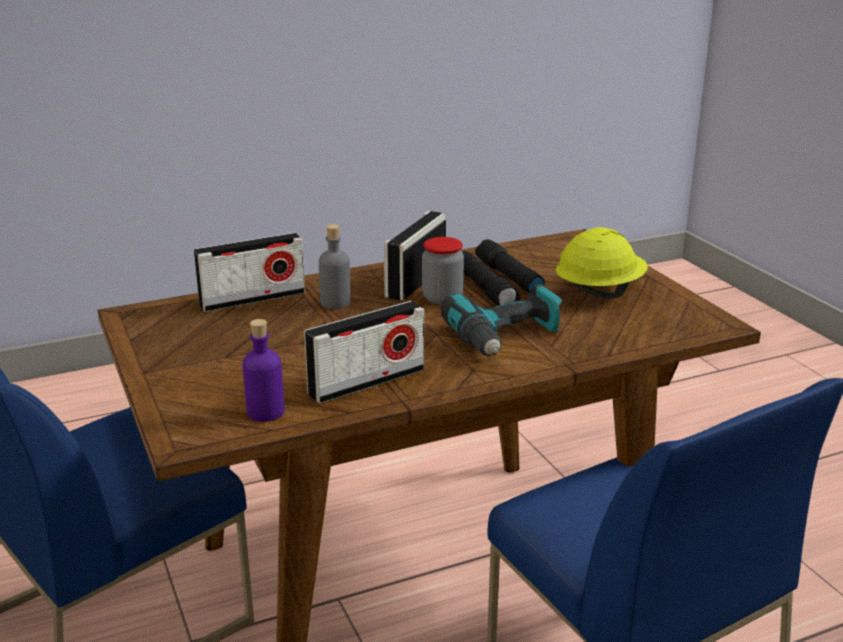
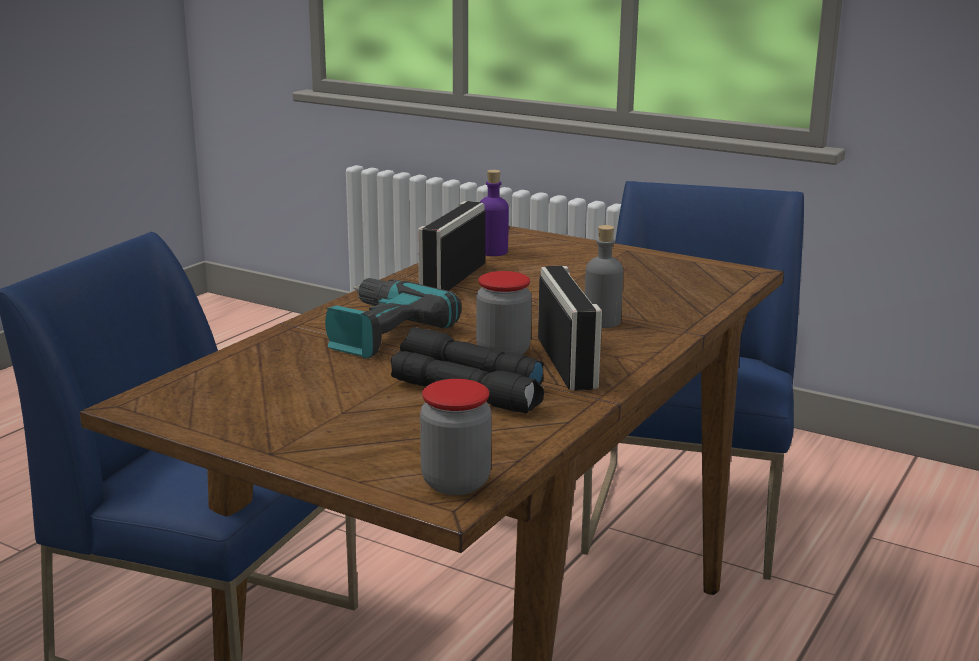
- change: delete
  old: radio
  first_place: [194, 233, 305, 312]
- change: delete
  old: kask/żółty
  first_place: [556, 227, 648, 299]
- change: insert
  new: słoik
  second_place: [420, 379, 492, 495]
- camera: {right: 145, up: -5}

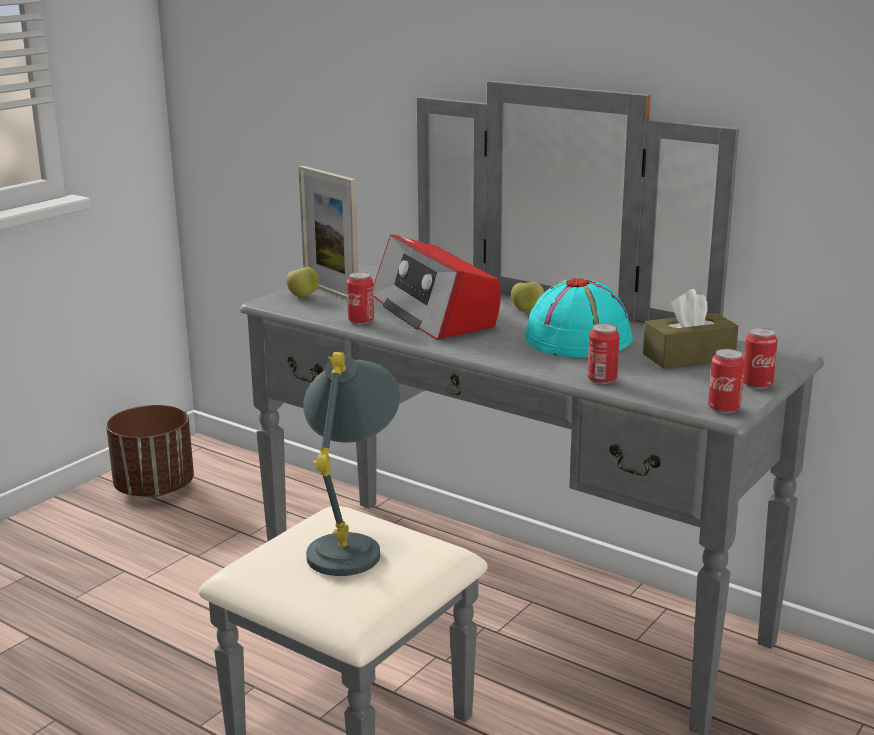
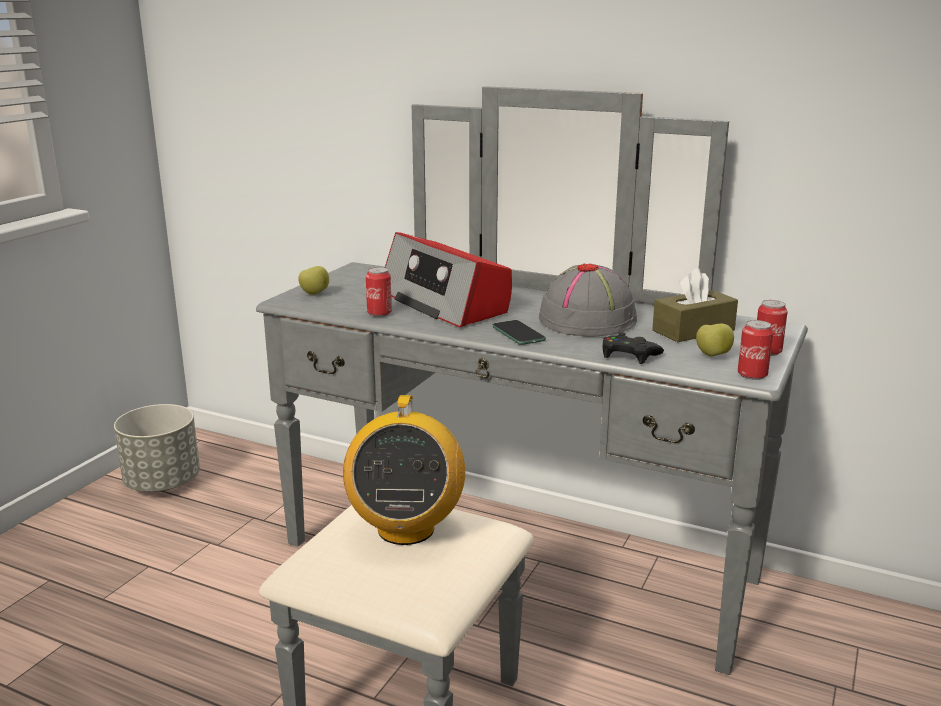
- change: recolor
  old: donica/brązowy
  new: donica/szary
  first_place: [106, 405, 194, 497]
  second_place: [114, 404, 200, 492]
- change: delete
  old: ramka na zdjęcie
  first_place: [298, 166, 359, 300]
- change: replace
  old: lampa stołowa/szary
  new: radio
  first_place: [303, 352, 400, 576]
  second_place: [343, 395, 465, 545]
- change: move
  old: jabłko
  first_place: [511, 282, 544, 312]
  second_place: [696, 324, 734, 357]
- change: recolor
  old: kapelusz/turkusowy
  new: kapelusz/szary
  first_place: [525, 278, 633, 357]
  second_place: [539, 264, 637, 336]
- change: replace
  old: puszka
  new: pad do gier/czarny
  first_place: [587, 324, 620, 384]
  second_place: [603, 332, 664, 364]
- change: insert
  new: telefon
  second_place: [492, 320, 546, 345]
- camera: {right: -10, up: 0}

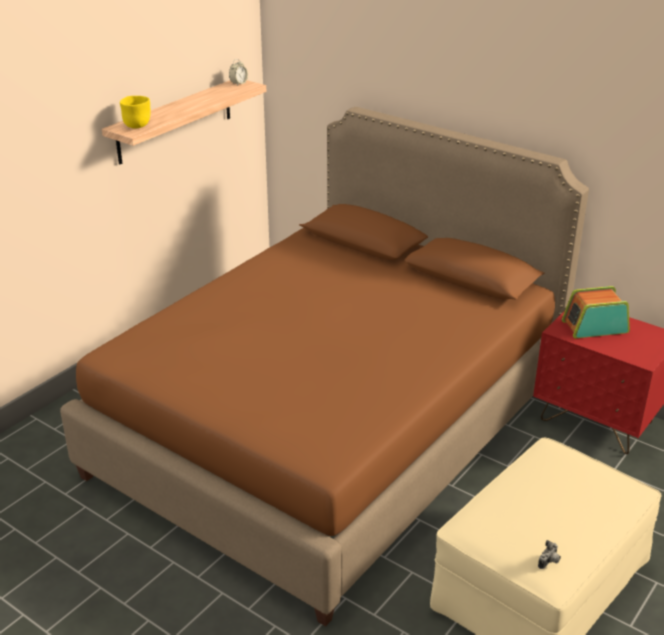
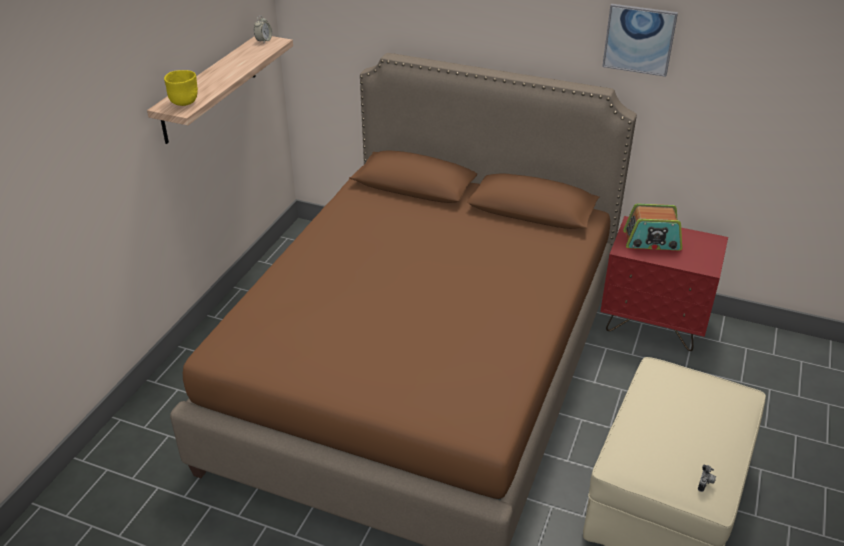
- change: rotate
  old: radio
  first_place: [562, 286, 630, 338]
  second_place: [623, 204, 682, 250]
  degrees: -150
- change: insert
  new: obraz
  second_place: [602, 4, 678, 77]
- camera: {right: -15, up: 5}

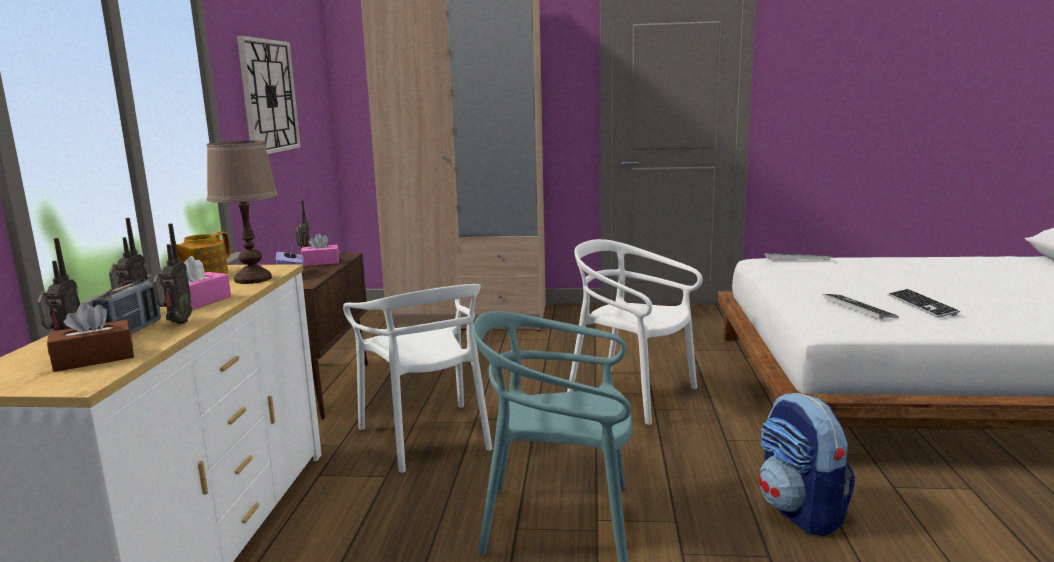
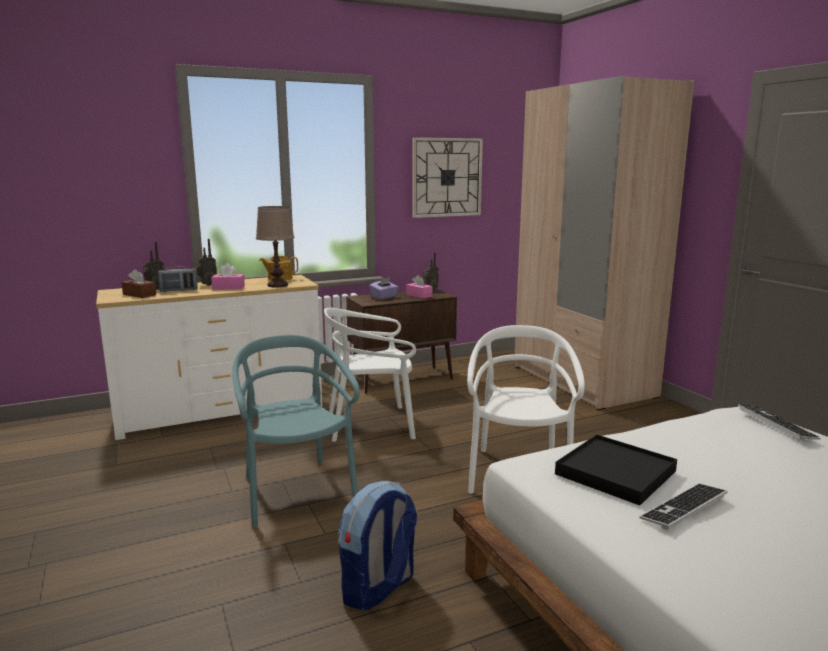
- change: delete
  old: radio
  first_place: [153, 224, 192, 324]
- change: rotate
  old: krzesło/biały
  first_place: [343, 284, 492, 473]
  second_place: [324, 308, 416, 442]
  degrees: 45
- change: replace
  old: klawiatura
  new: taca/czarny
  first_place: [823, 294, 899, 319]
  second_place: [555, 434, 677, 505]
- camera: {right: 60, up: 0}

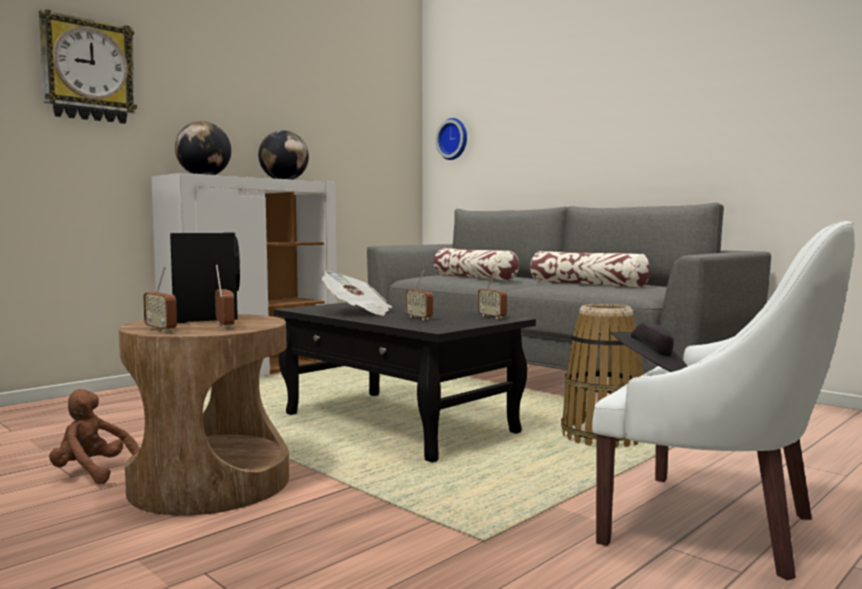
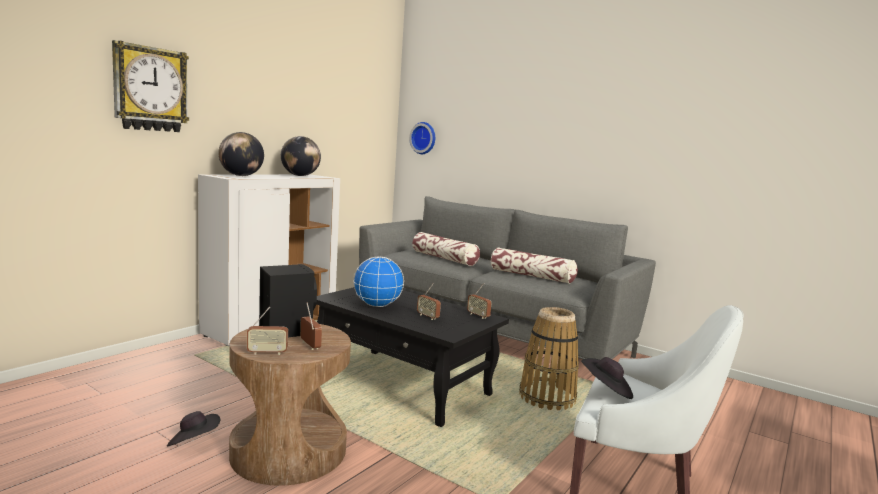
- change: replace
  old: pluszak/brązowy
  new: kapelusz/czarny
  first_place: [49, 389, 140, 484]
  second_place: [167, 411, 220, 446]
- change: rotate
  old: radio
  first_place: [143, 266, 177, 333]
  second_place: [247, 306, 288, 355]
  degrees: -45
- change: replace
  old: gazeta
  new: globus
  first_place: [321, 271, 392, 316]
  second_place: [353, 256, 404, 307]
- camera: {right: -10, up: 5}

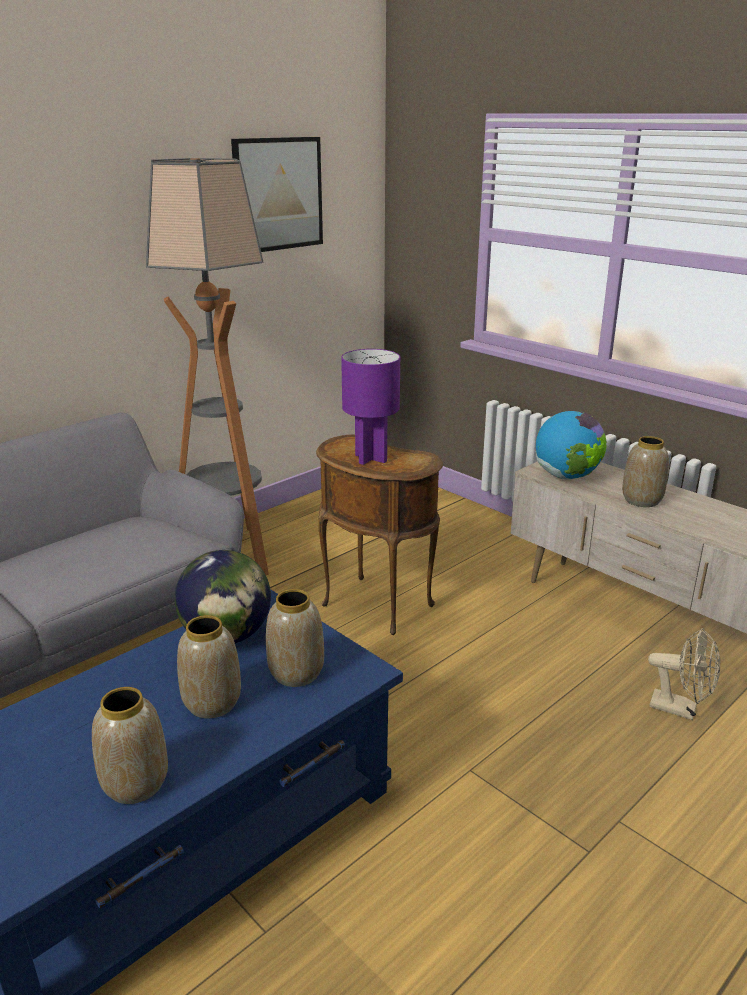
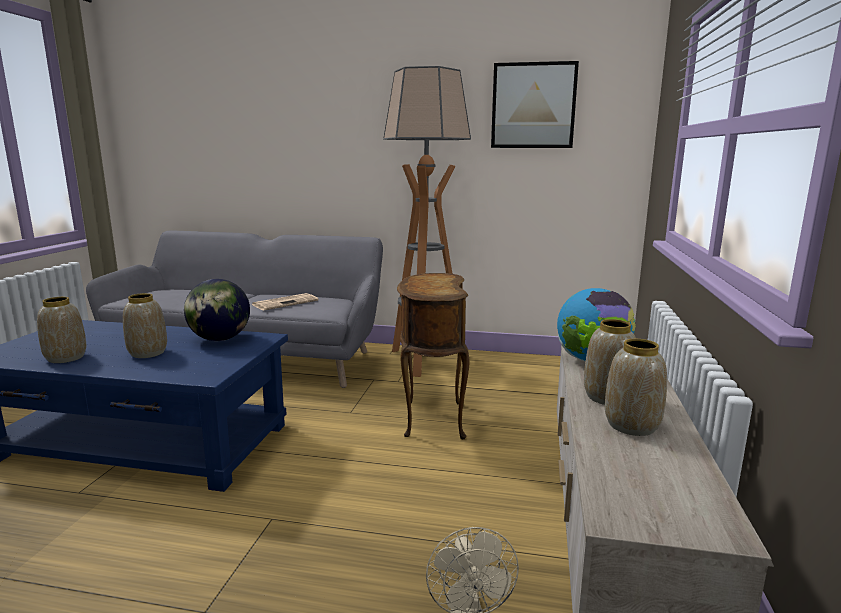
- change: move
  old: wazon
  first_place: [266, 589, 324, 687]
  second_place: [605, 339, 667, 436]
- change: delete
  old: lampa stołowa/fioletowy
  first_place: [341, 349, 400, 465]
- change: insert
  new: gazeta
  second_place: [252, 293, 318, 310]
- camera: {right: 55, up: -10}

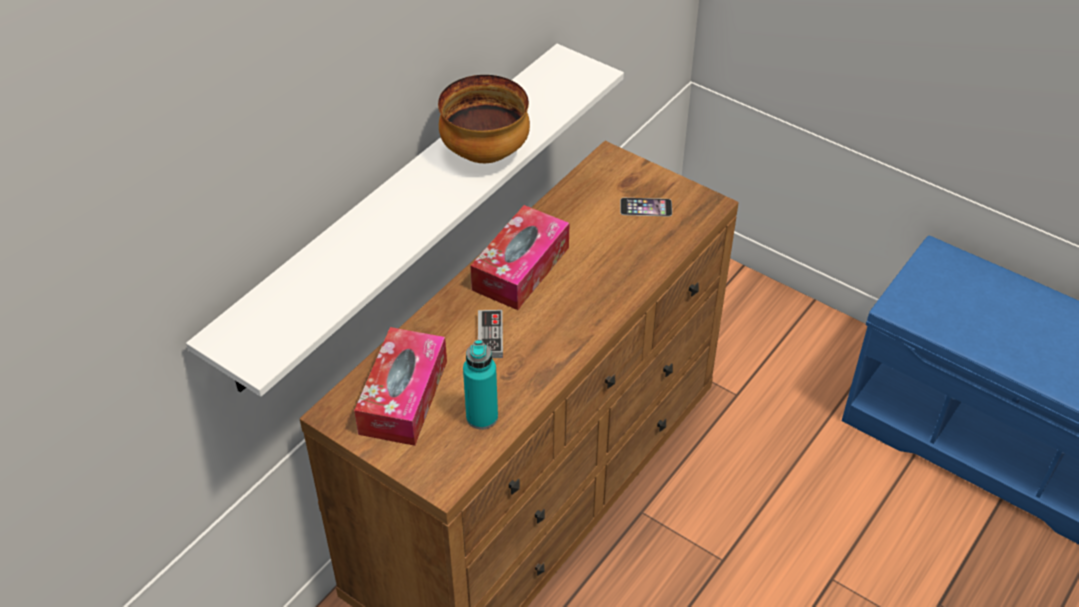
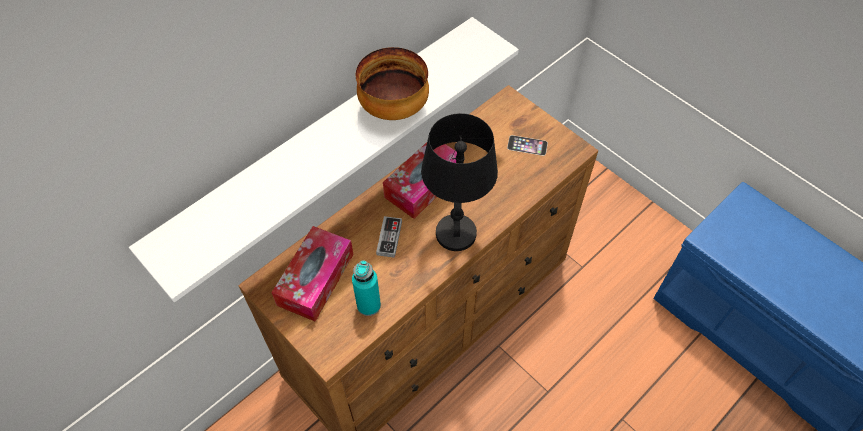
- change: insert
  new: lampa stołowa/czarny
  second_place: [421, 113, 498, 251]
- camera: {right: 10, up: 10}

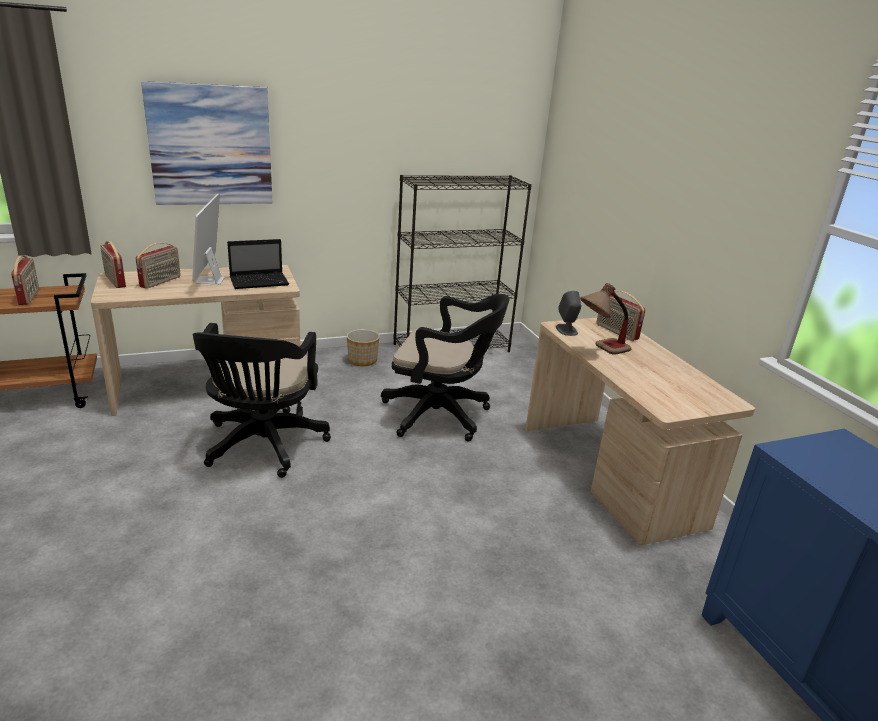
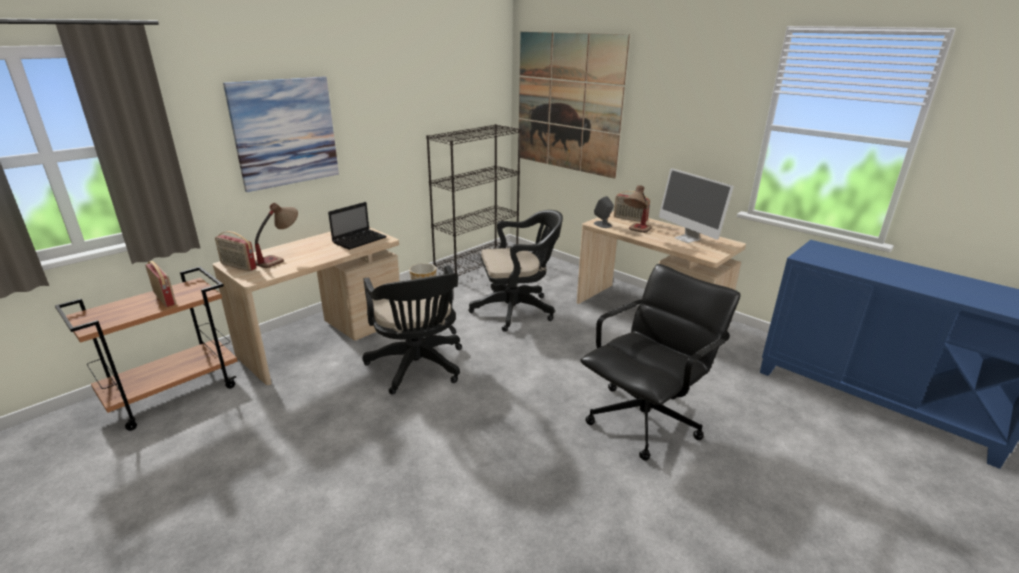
- change: replace
  old: radio
  new: lampa stołowa
  first_place: [135, 243, 181, 289]
  second_place: [255, 203, 298, 268]
- change: move
  old: monitor
  first_place: [192, 193, 225, 284]
  second_place: [659, 168, 734, 243]
- change: insert
  new: obraz
  second_place: [519, 32, 630, 179]
- change: insert
  new: krzesło biurowe/czarny
  second_place: [580, 264, 741, 461]
- camera: {right: -25, up: 0}

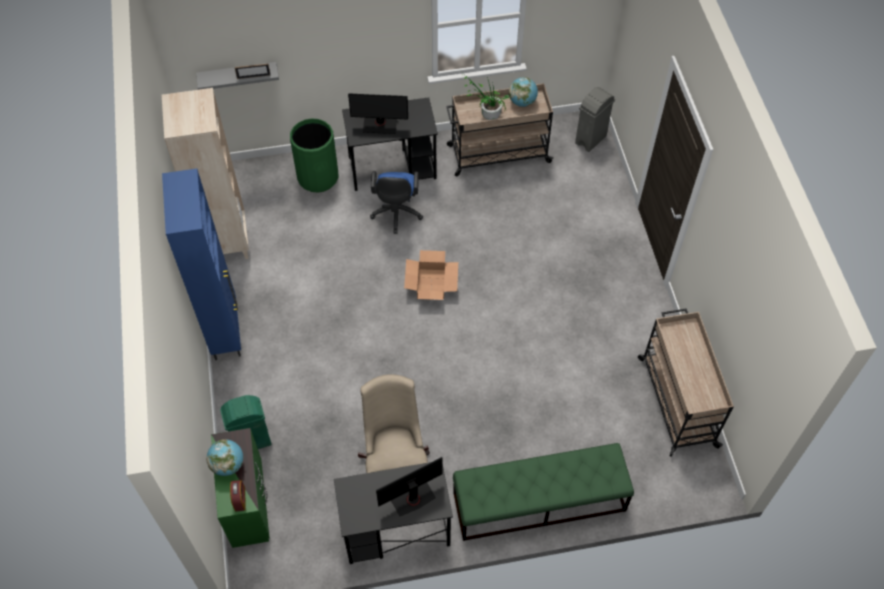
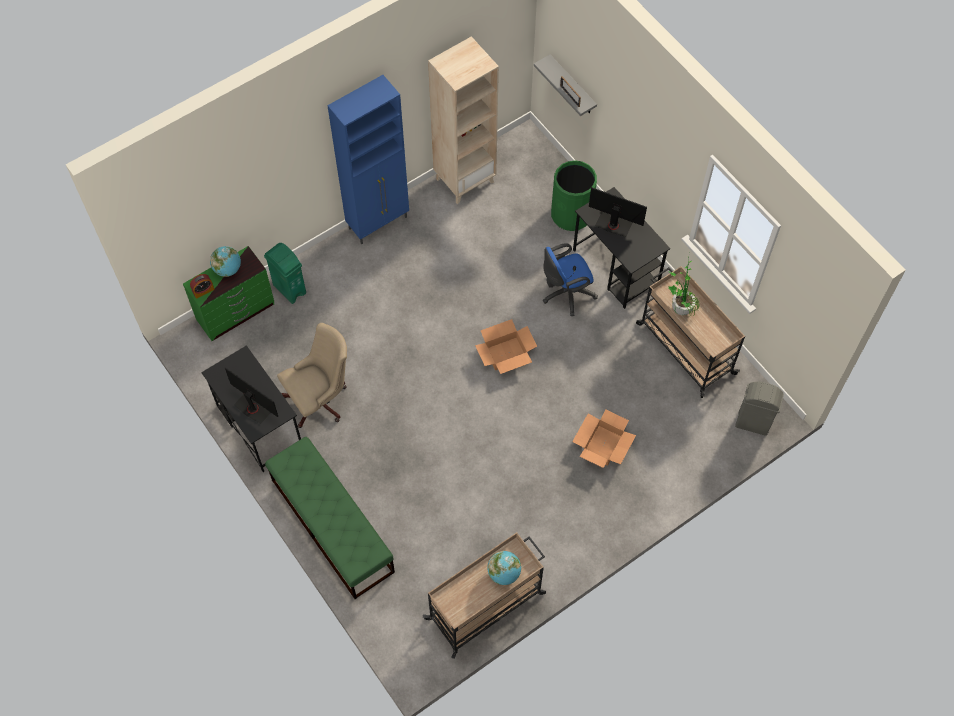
- change: rotate
  old: monitor
  first_place: [348, 93, 408, 134]
  second_place: [589, 187, 647, 237]
  degrees: 135
- change: move
  old: globus
  first_place: [509, 77, 538, 107]
  second_place: [487, 551, 521, 585]
- change: insert
  new: karton
  second_place: [572, 410, 636, 468]
- camera: {right: 65, up: 5}

